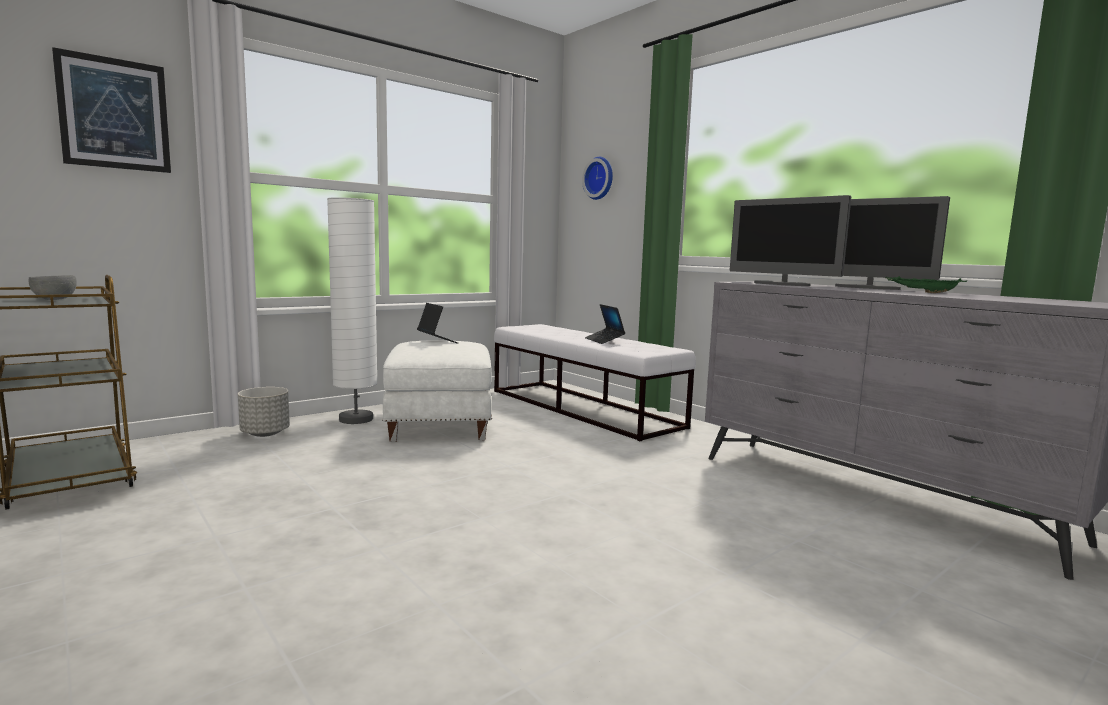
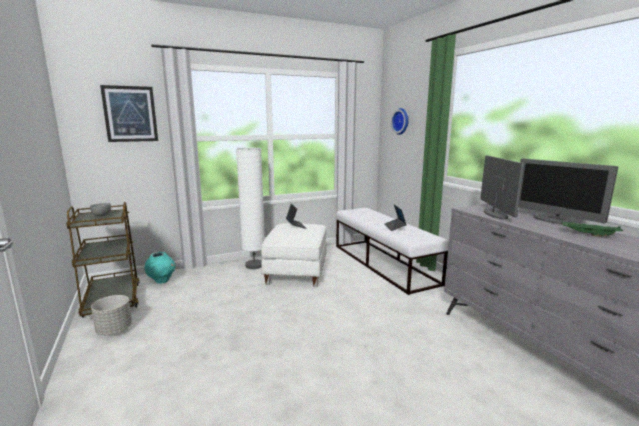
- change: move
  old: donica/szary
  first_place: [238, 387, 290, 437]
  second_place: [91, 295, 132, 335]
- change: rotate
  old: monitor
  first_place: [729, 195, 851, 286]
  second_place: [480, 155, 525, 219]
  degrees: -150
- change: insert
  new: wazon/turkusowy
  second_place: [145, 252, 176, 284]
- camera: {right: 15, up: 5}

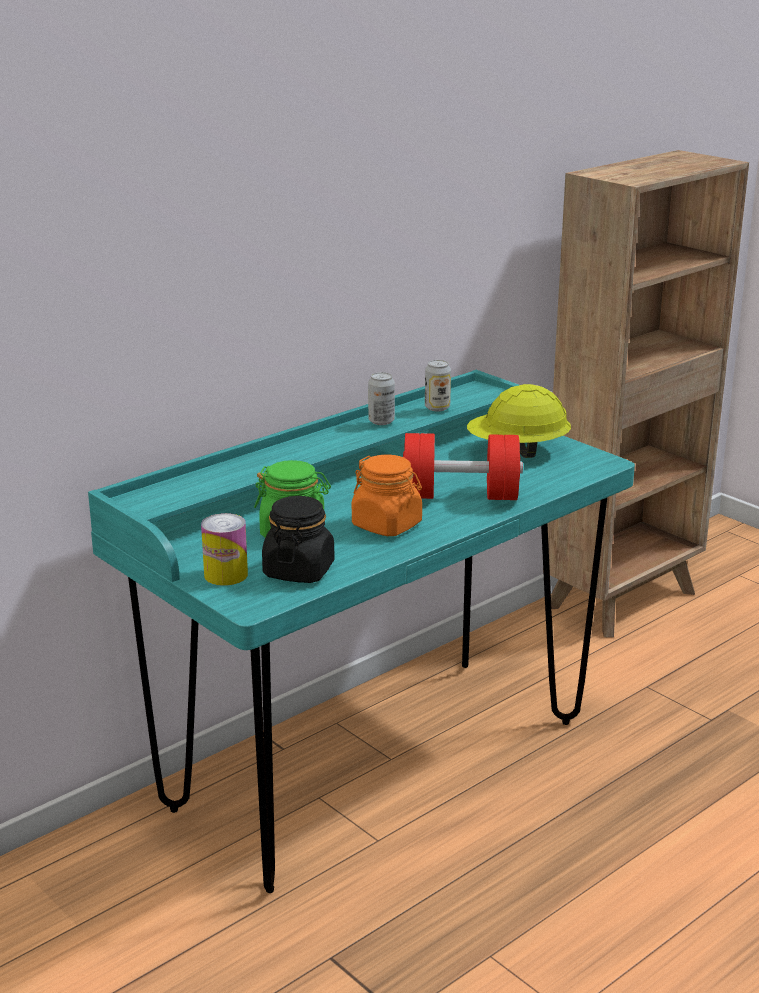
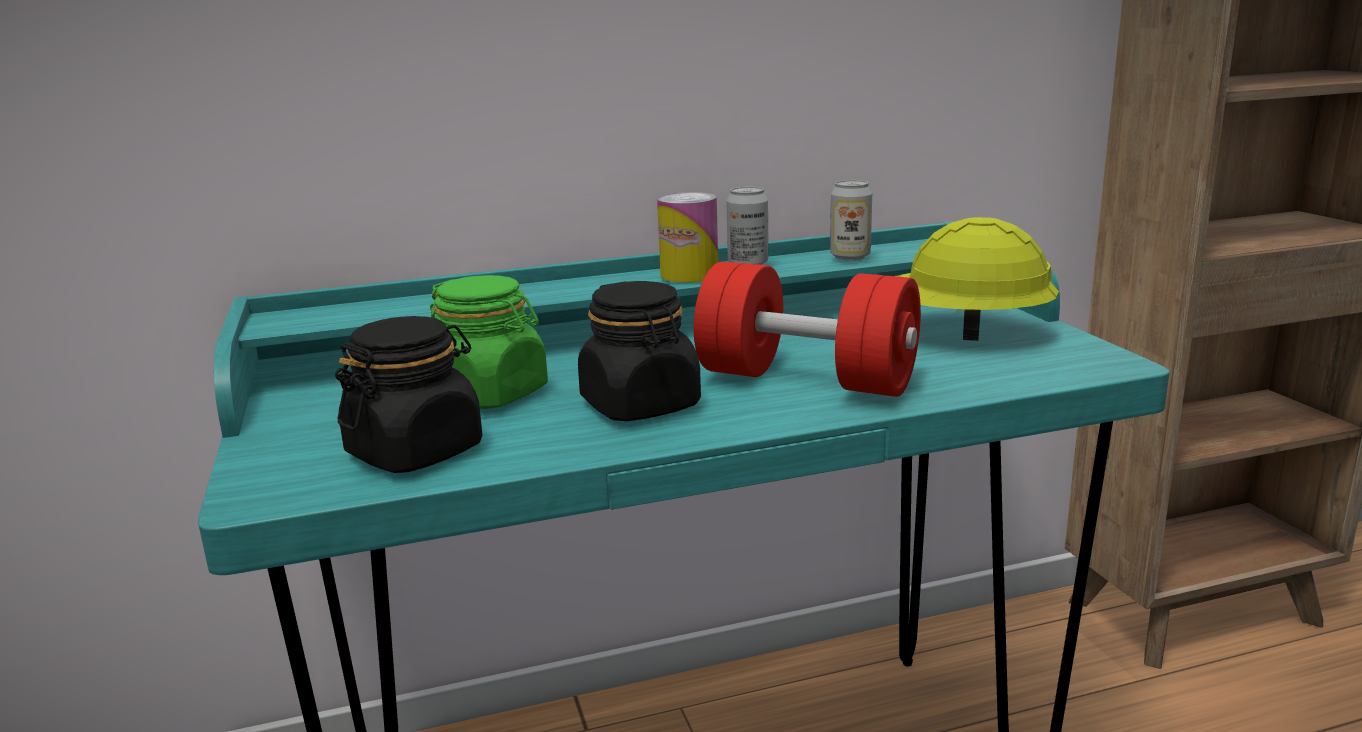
- change: move
  old: puszka
  first_place: [201, 513, 248, 586]
  second_place: [657, 192, 718, 283]
- change: recolor
  old: słoik/pomarańczowy
  new: słoik/czarny
  first_place: [352, 455, 422, 536]
  second_place: [578, 281, 701, 421]
- camera: {right: 25, up: -5}

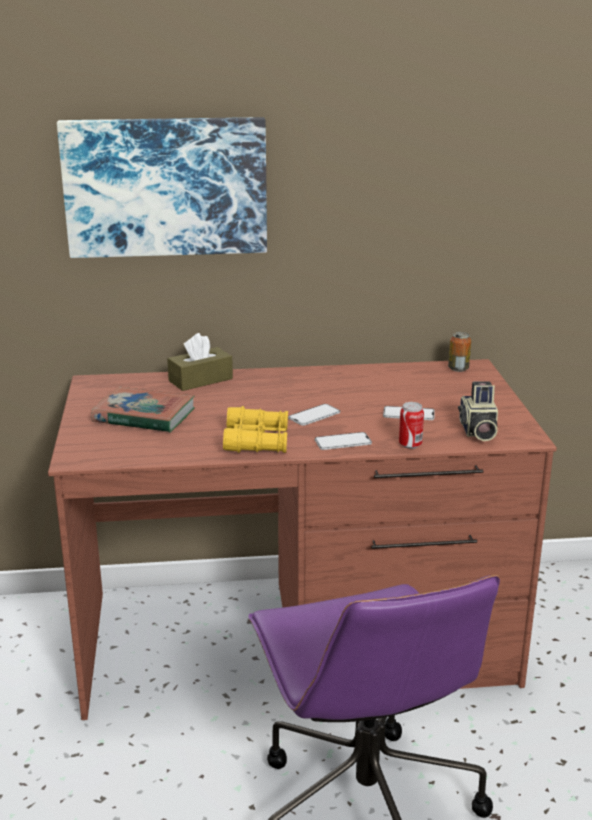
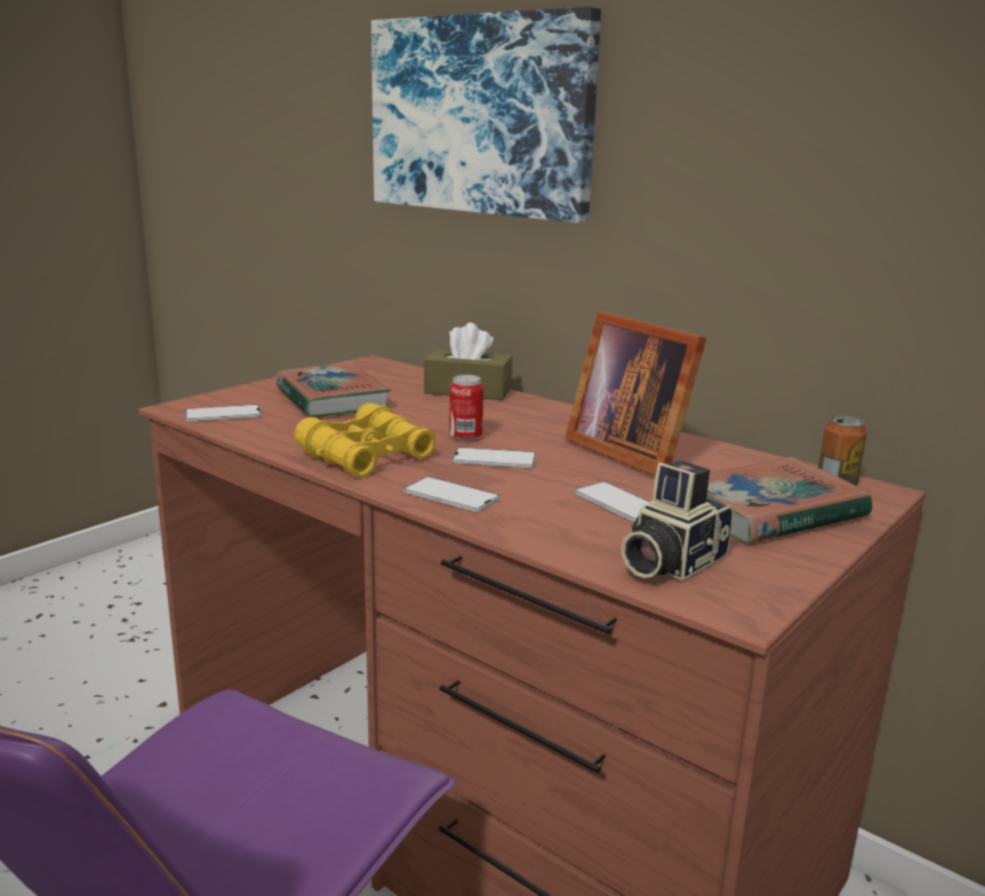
- change: move
  old: puszka
  first_place: [399, 402, 424, 449]
  second_place: [449, 375, 484, 442]
- change: insert
  new: telefon
  second_place: [185, 404, 262, 422]
- change: insert
  new: ramka na zdjęcie
  second_place: [565, 310, 707, 476]
- change: insert
  new: książka
  second_place: [707, 457, 872, 543]
- camera: {right: 45, up: -5}

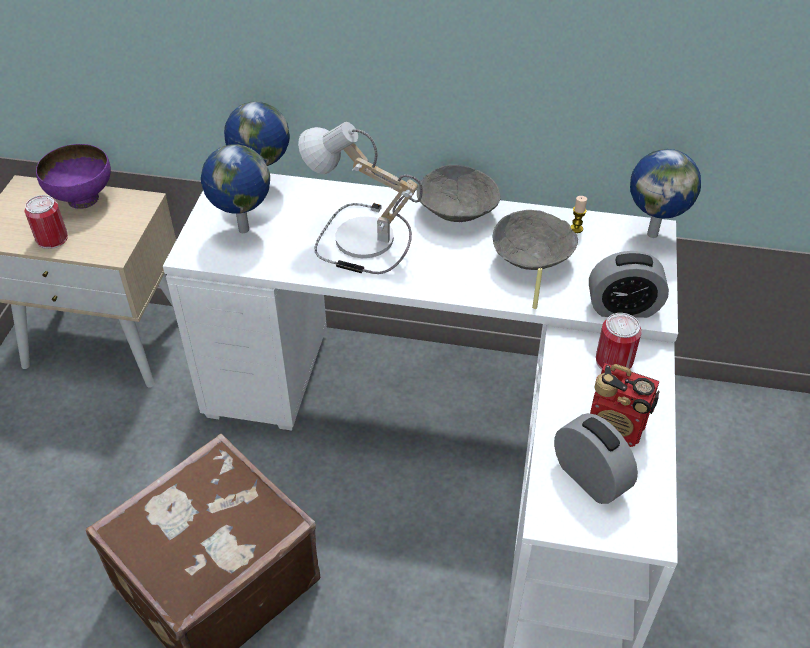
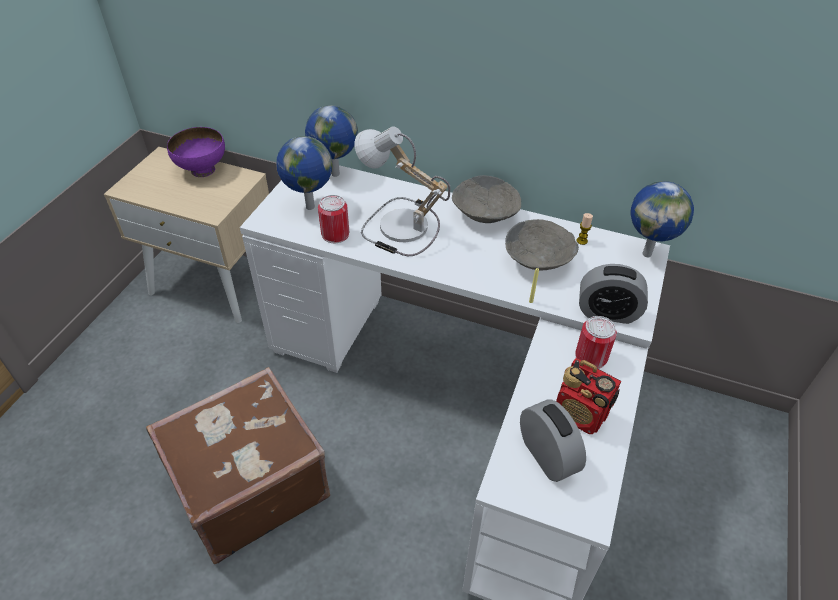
- change: move
  old: puszka
  first_place: [25, 195, 68, 249]
  second_place: [318, 195, 349, 243]
- camera: {right: 10, up: 0}

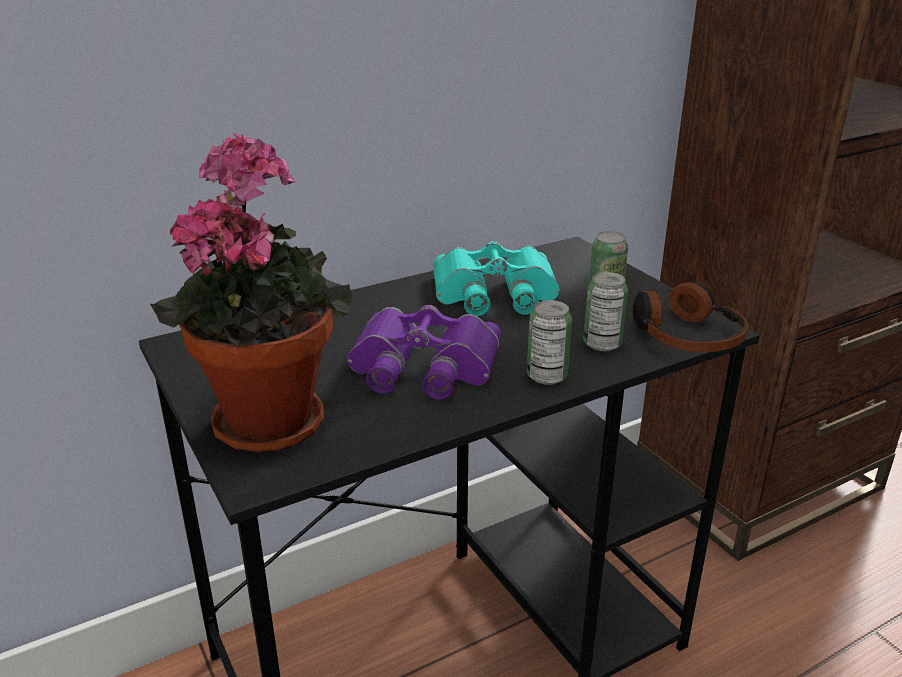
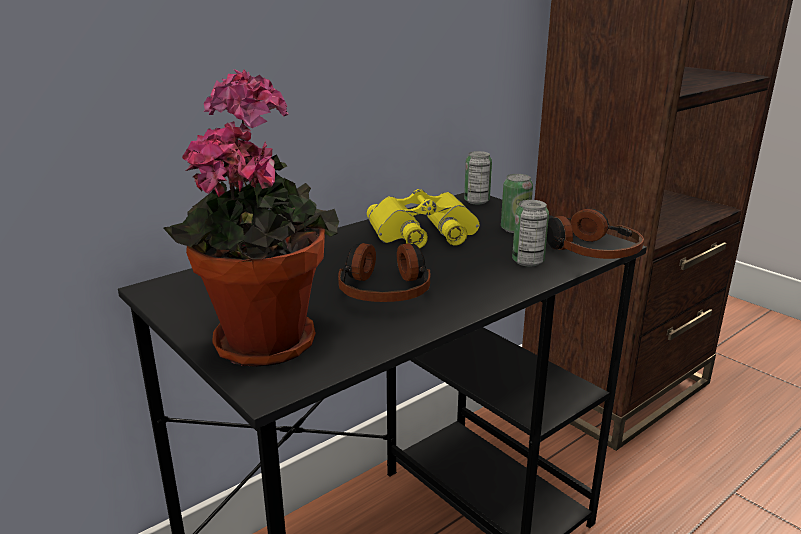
- change: replace
  old: lornetka/fioletowy
  new: słuchawki
  first_place: [347, 305, 501, 400]
  second_place: [338, 243, 430, 302]
- change: recolor
  old: lornetka/turkusowy
  new: lornetka/żółty
  first_place: [433, 241, 560, 316]
  second_place: [367, 189, 479, 249]
- change: move
  old: puszka
  first_place: [527, 300, 572, 385]
  second_place: [464, 151, 492, 204]
- camera: {right: -10, up: -5}

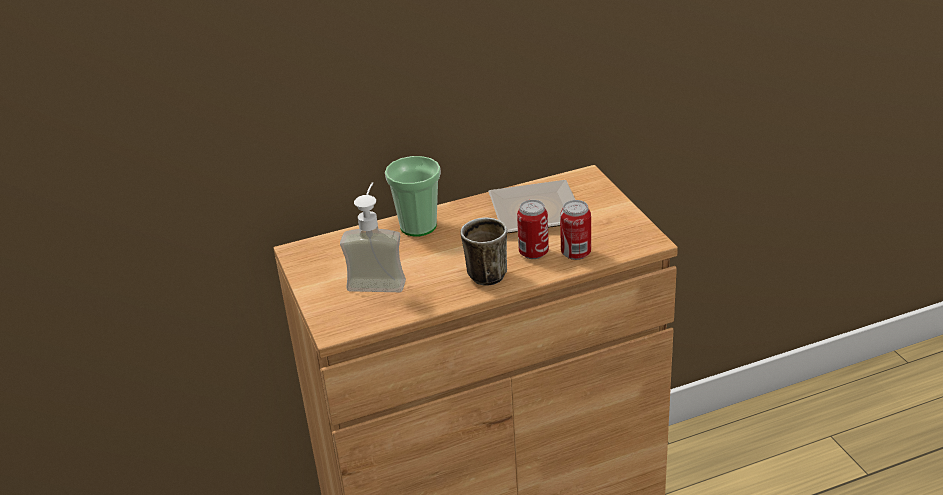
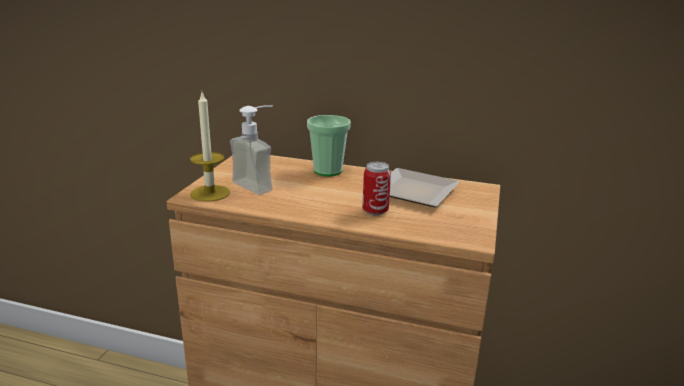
- change: delete
  old: kubek
  first_place: [461, 217, 507, 285]
- change: delete
  old: puszka
  first_place: [560, 200, 591, 260]
- change: insert
  new: świeca
  second_place: [190, 92, 230, 202]
- camera: {right: 35, up: -10}

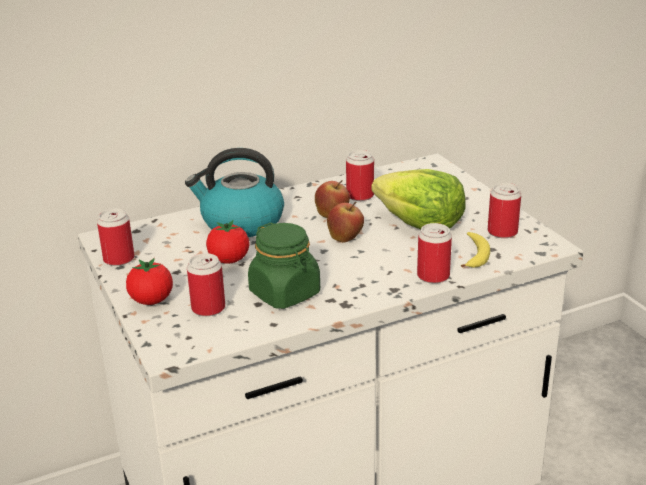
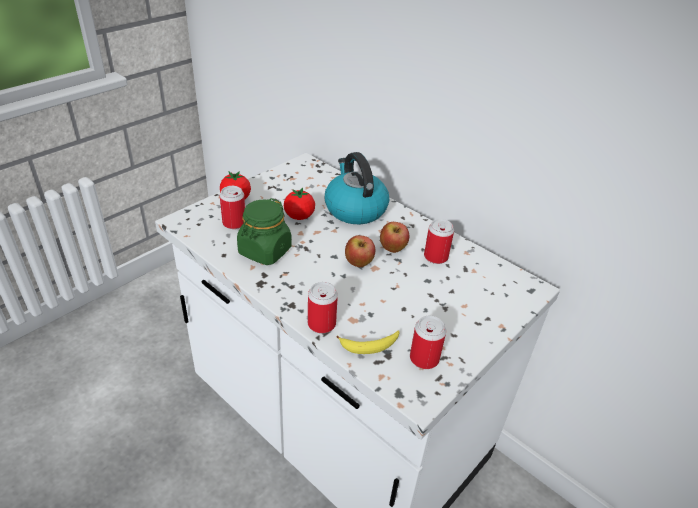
- change: delete
  old: puszka
  first_place: [97, 208, 135, 266]
- change: delete
  old: sałata
  first_place: [371, 169, 465, 229]
- camera: {right: 65, up: 10}

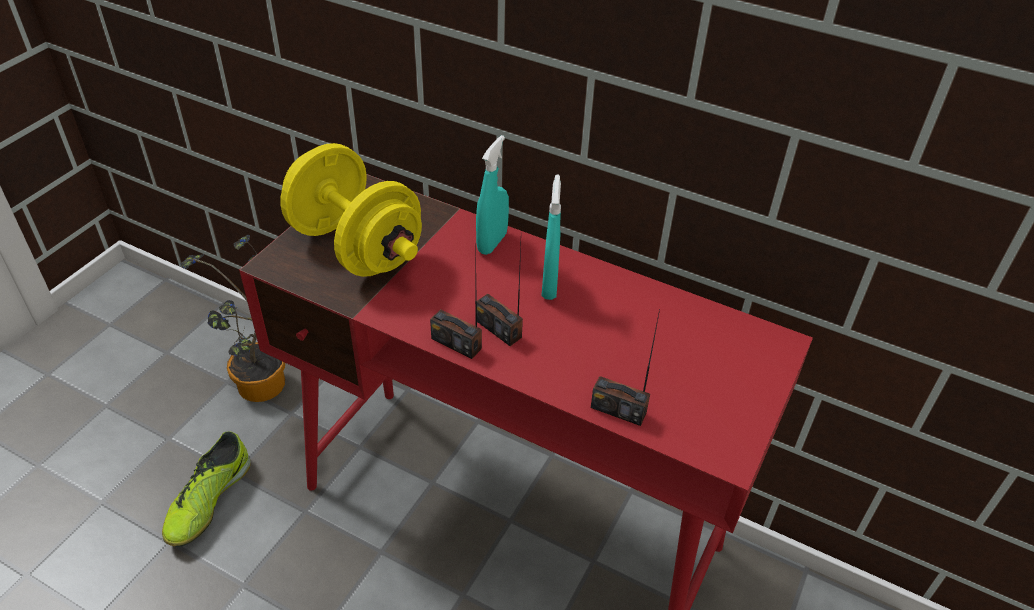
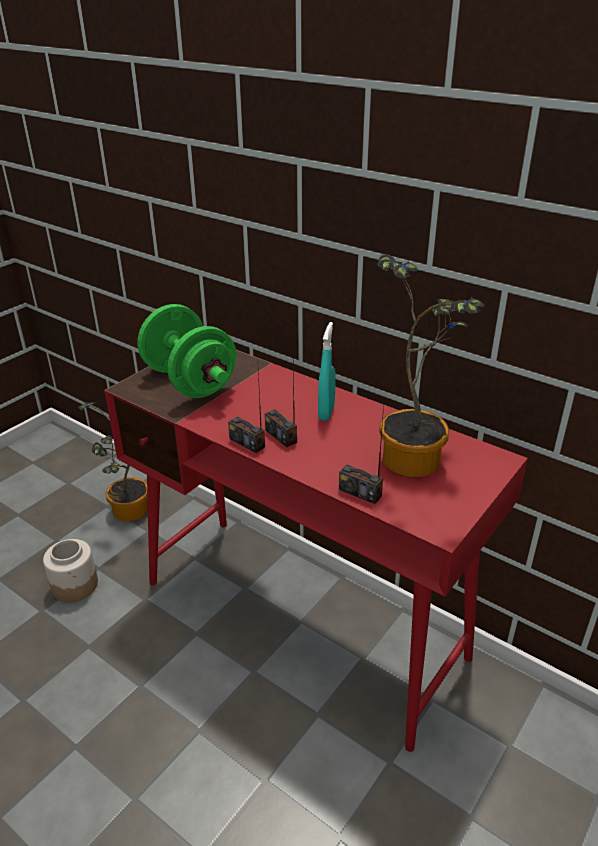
- change: replace
  old: but
  new: słoik
  first_place: [162, 431, 251, 547]
  second_place: [43, 539, 98, 602]
- change: recolor
  old: hantel/żółty
  new: hantel/zielony
  first_place: [280, 143, 422, 277]
  second_place: [137, 304, 236, 398]
- change: delete
  old: spryskiwacz/turkusowy
  first_place: [476, 135, 509, 255]
- change: insert
  new: roślina doniczkowa
  second_place: [377, 254, 485, 478]
- camera: {right: 10, up: -10}

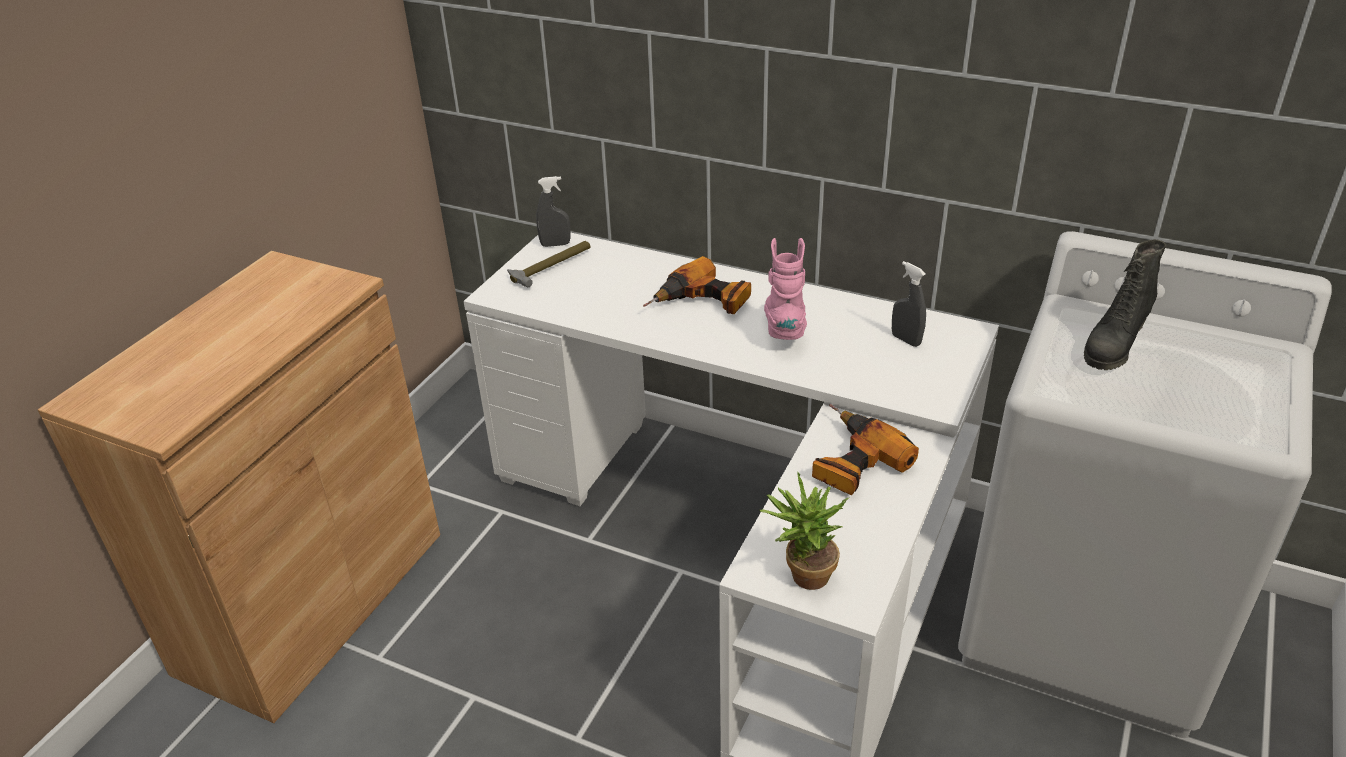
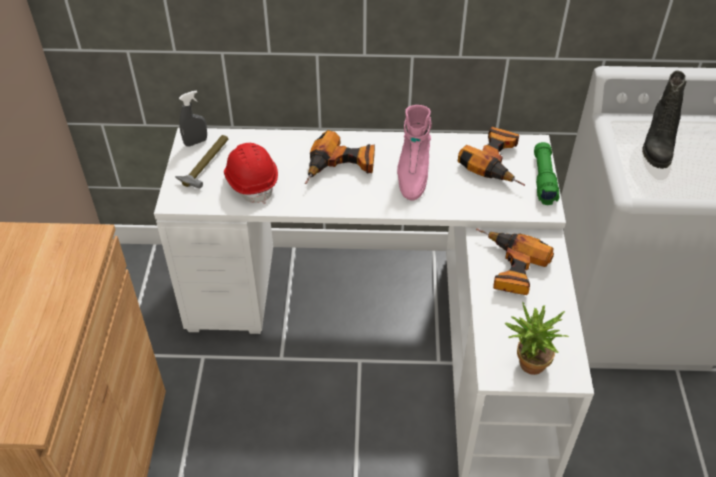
- change: rotate
  old: but z cholewką/różowy
  first_place: [764, 238, 807, 340]
  second_place: [397, 105, 432, 201]
  degrees: -150
- change: replace
  old: spryskiwacz/szary
  new: wiertarka
  first_place: [892, 261, 926, 347]
  second_place: [458, 127, 525, 186]
- change: insert
  new: kask/czerwony
  second_place: [224, 143, 278, 204]
- change: insert
  new: latarka/zielony
  second_place: [534, 142, 559, 205]
- camera: {right: -25, up: 10}

